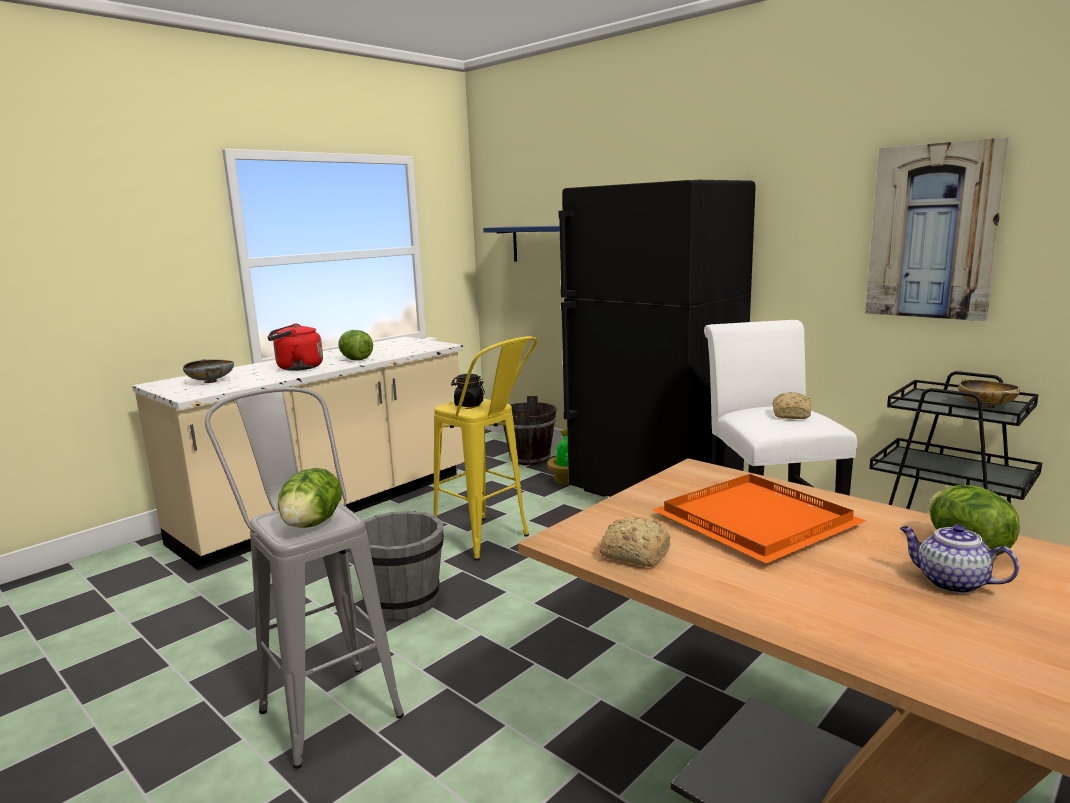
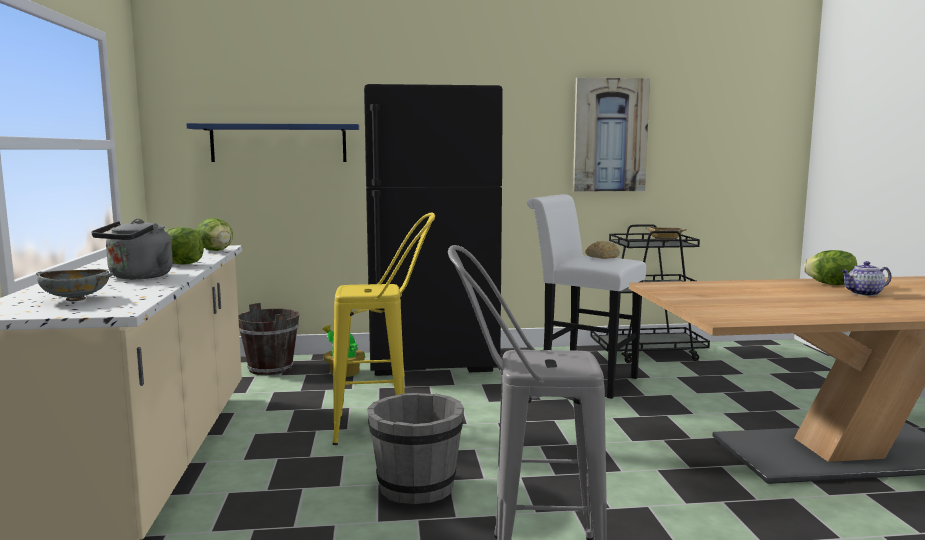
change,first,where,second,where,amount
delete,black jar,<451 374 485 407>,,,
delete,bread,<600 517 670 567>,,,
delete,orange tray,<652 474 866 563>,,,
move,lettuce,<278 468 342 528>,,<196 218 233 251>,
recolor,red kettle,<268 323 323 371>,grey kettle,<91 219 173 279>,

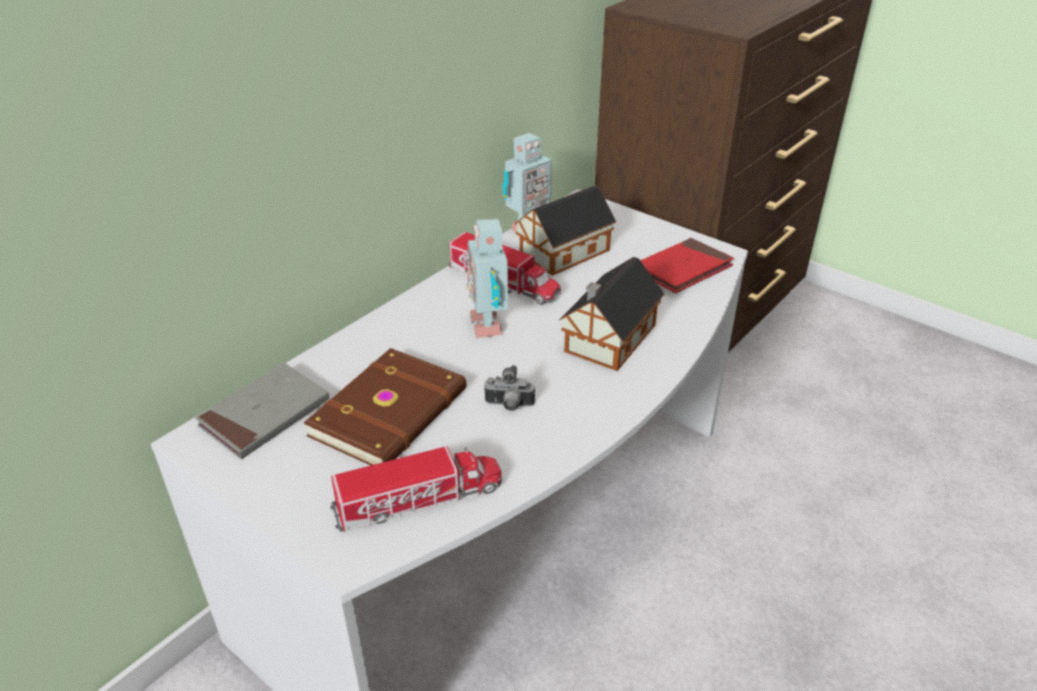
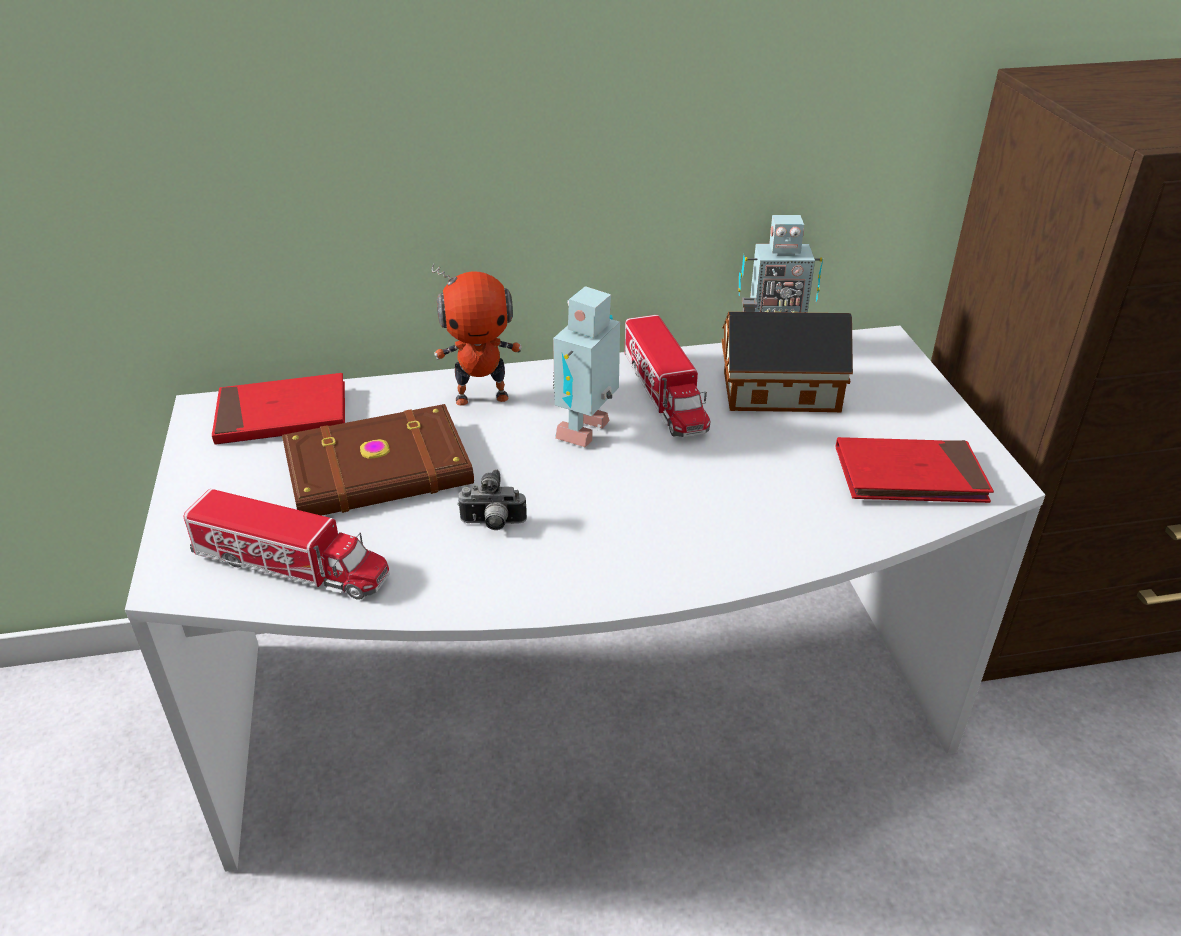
change,first,where,second,where,amount
delete,toy house,<559 257 664 371>,,,
insert,,,toy robot,<432 263 522 406>,
recolor,grey book,<195 363 329 459>,red book,<212 373 345 445>,
rotate,photo camera,<484 365 535 411>,,<457 469 527 530>,45 degrees counterclockwise

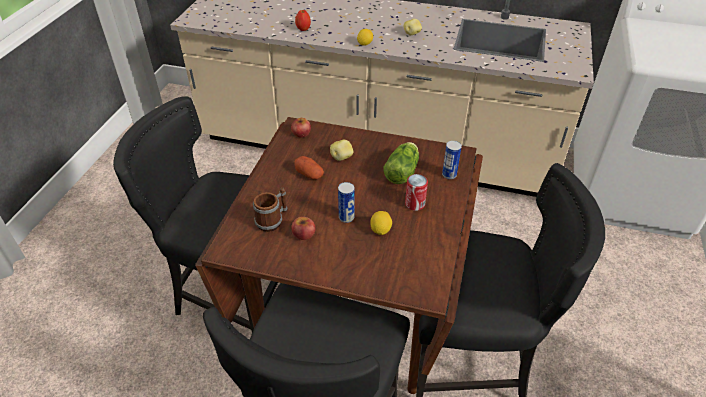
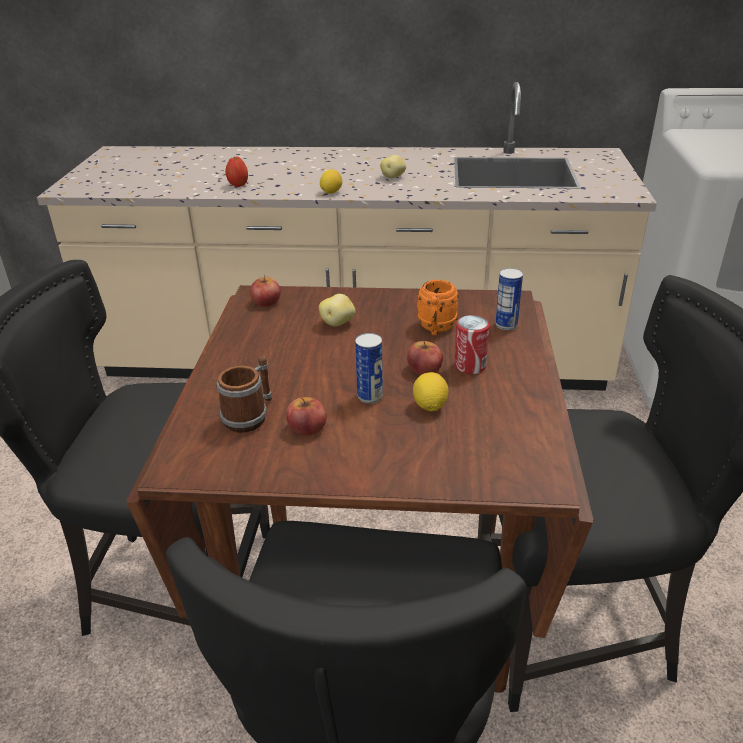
change,first,where,second,where,amount
delete,potato,<295 156 324 179>,,,
insert,,,apple,<407 340 443 375>,
replace,lettuce,<384 142 419 184>,orange mug,<417 280 459 335>,

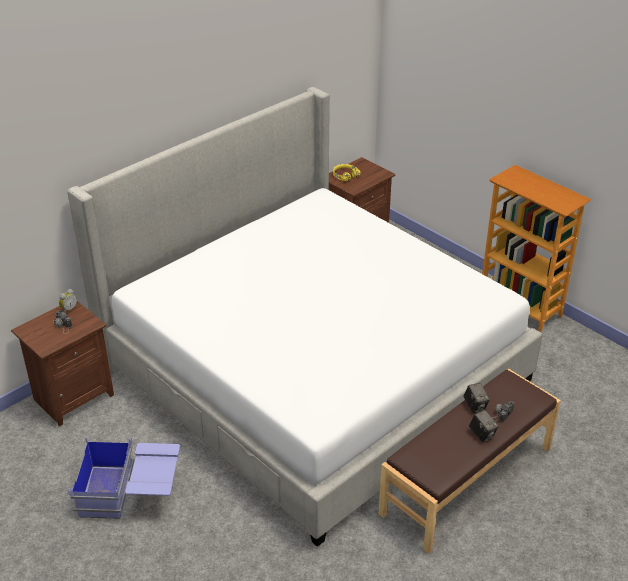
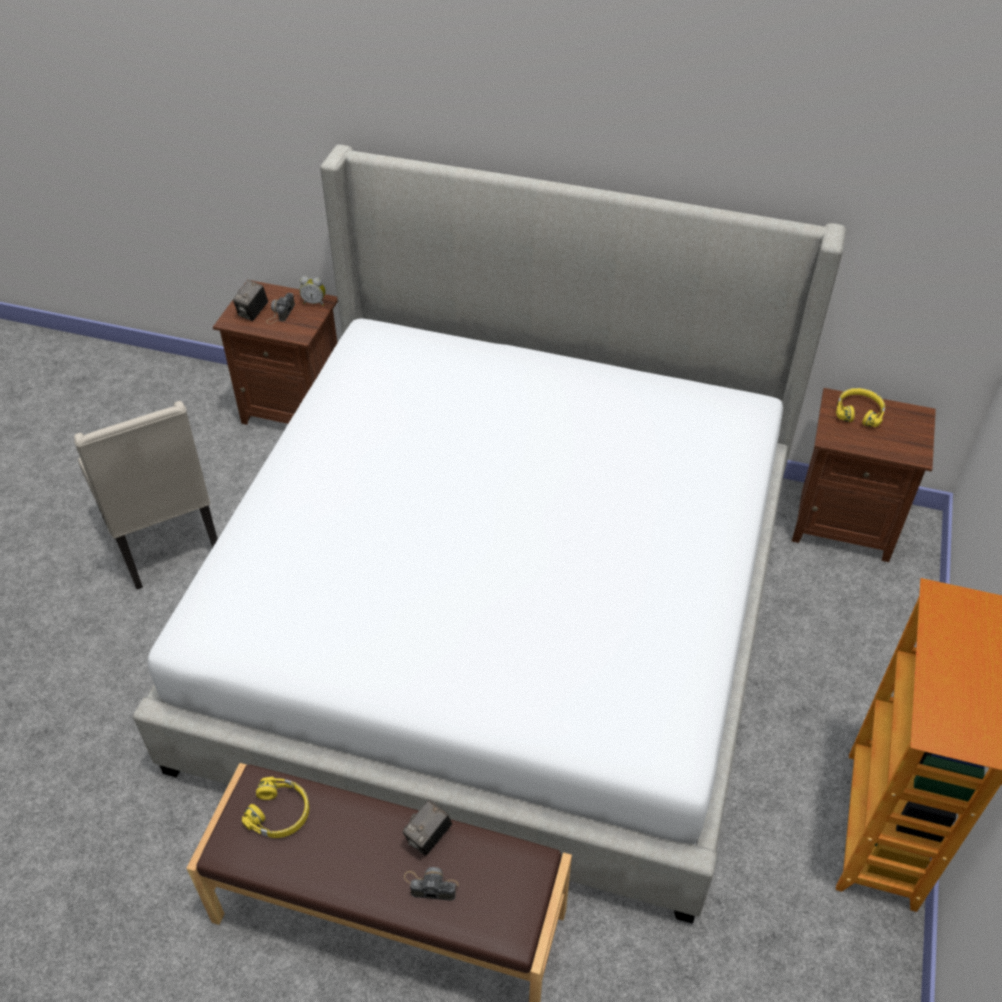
change,first,where,second,where,amount
insert,,,yellow headphones,<242 777 309 838>,
move,photo camera,<469 410 499 442>,,<233 280 268 321>,
replace,blue storage box,<68 436 180 519>,beige chair,<74 401 218 589>,

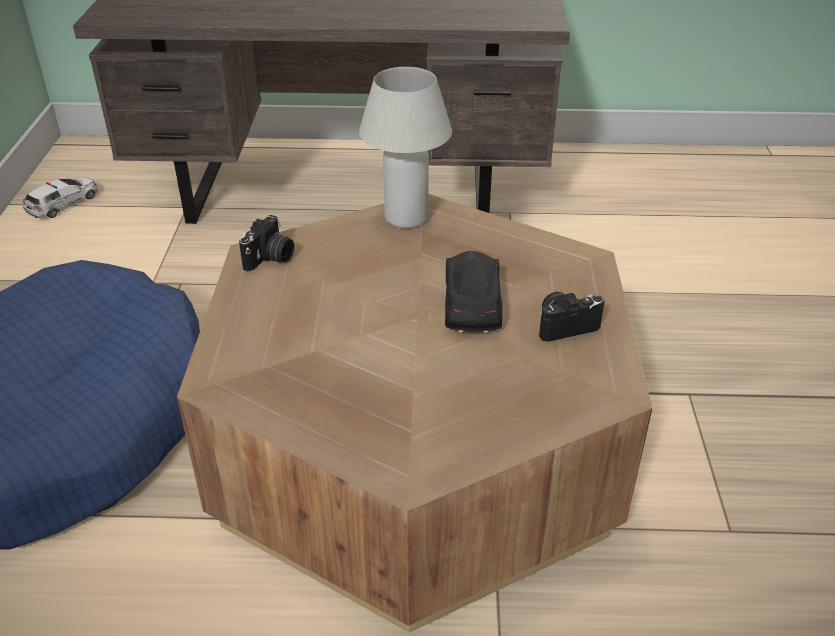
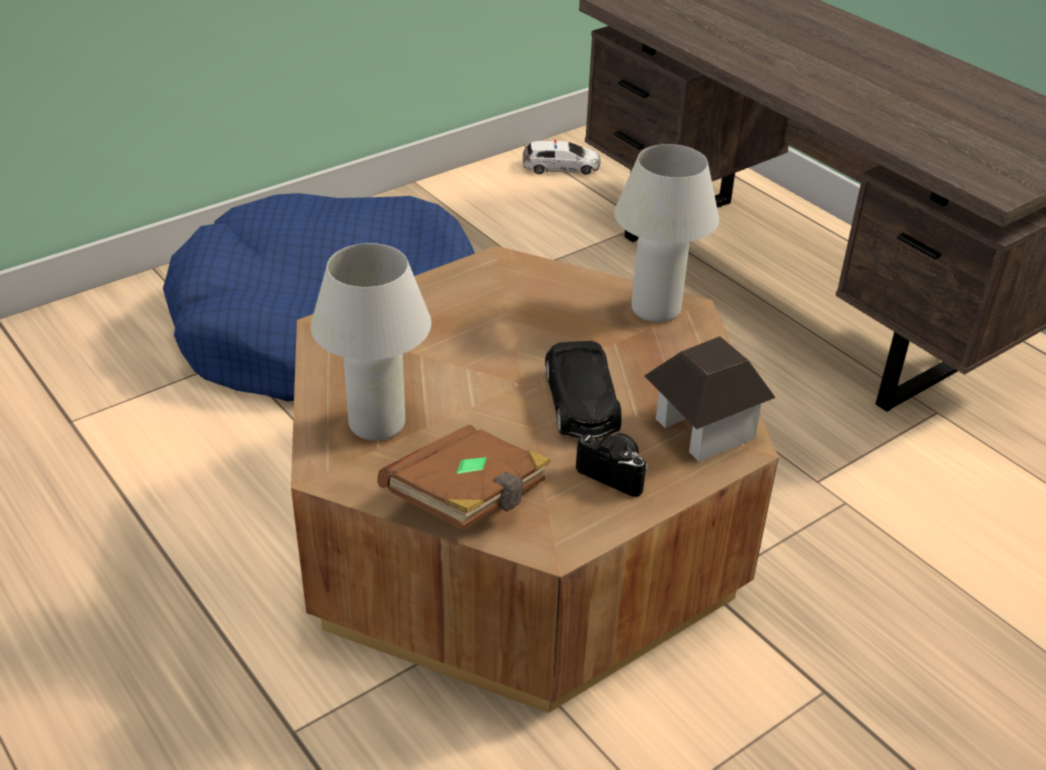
change,first,where,second,where,amount
delete,photo camera,<239 215 294 271>,,,
insert,,,white table lamp,<311 243 431 441>,
insert,,,brown book,<377 424 551 531>,
insert,,,toy house,<644 336 776 462>,
rotate,black toy car,<445 251 502 333>,,<545 341 621 438>,120 degrees clockwise

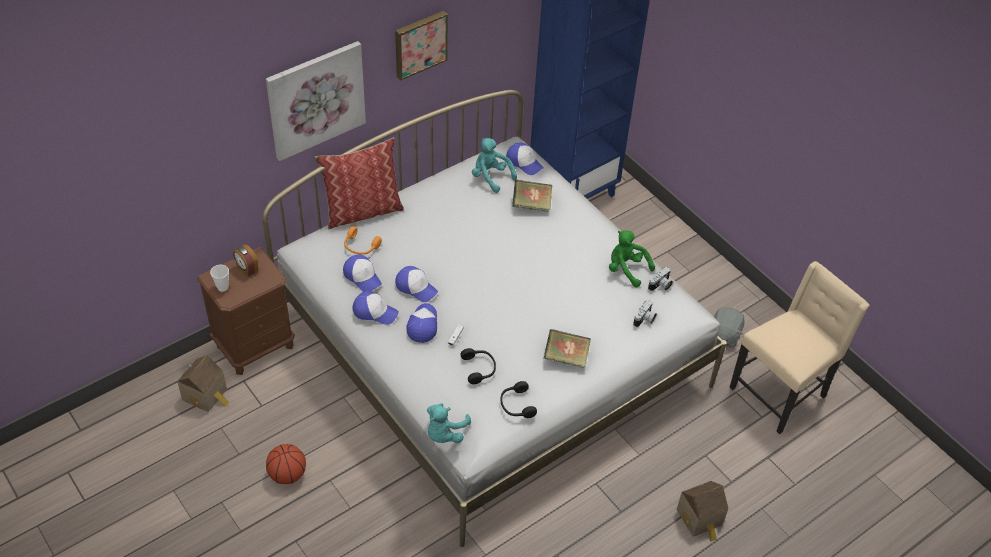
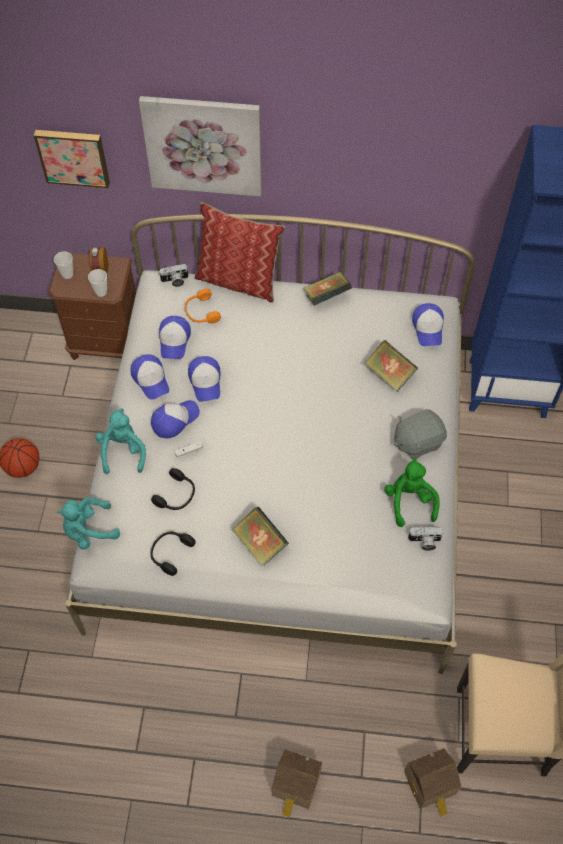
change,first,where,second,where,amount
insert,,,cup,<88 269 107 297>,
insert,,,book,<304 272 352 306>,
move,toy house,<177 355 229 412>,,<404 748 462 817>,
move,picture,<395 11 448 81>,,<34 130 110 188>,
move,turquoise plush toy,<472 138 517 193>,,<95 408 146 474>,
move,photo camera,<633 300 657 327>,,<159 264 189 287>,
move,grey plush toy,<714 307 745 347>,,<394 409 447 459>,

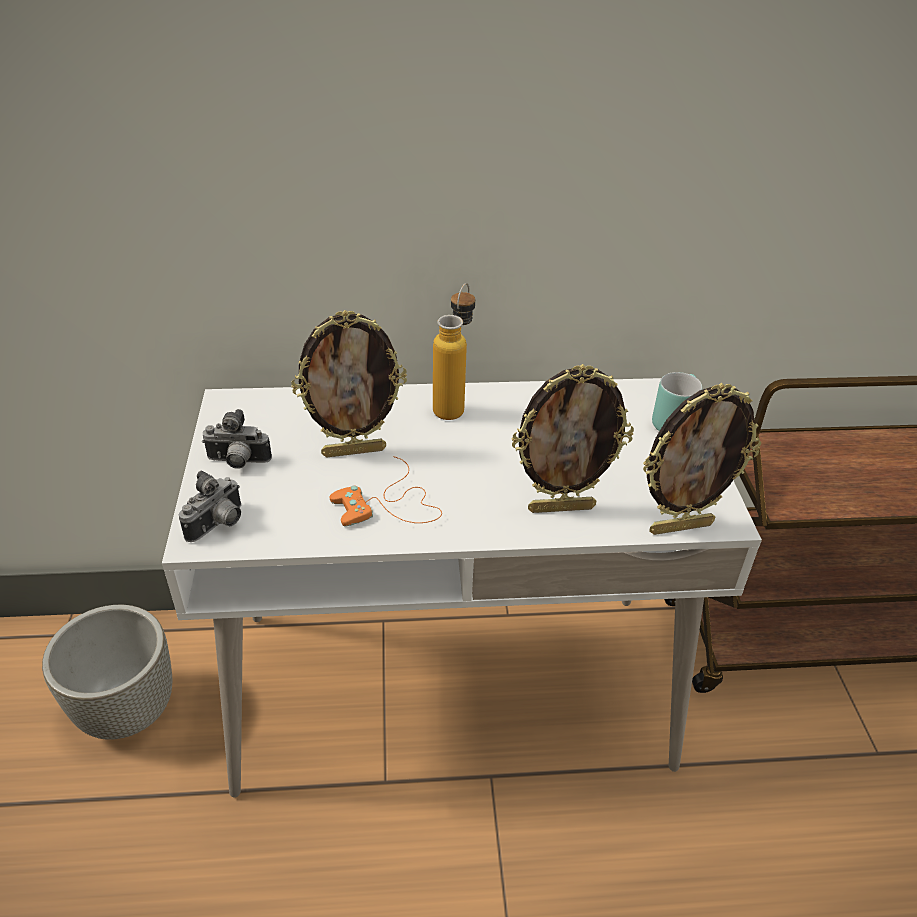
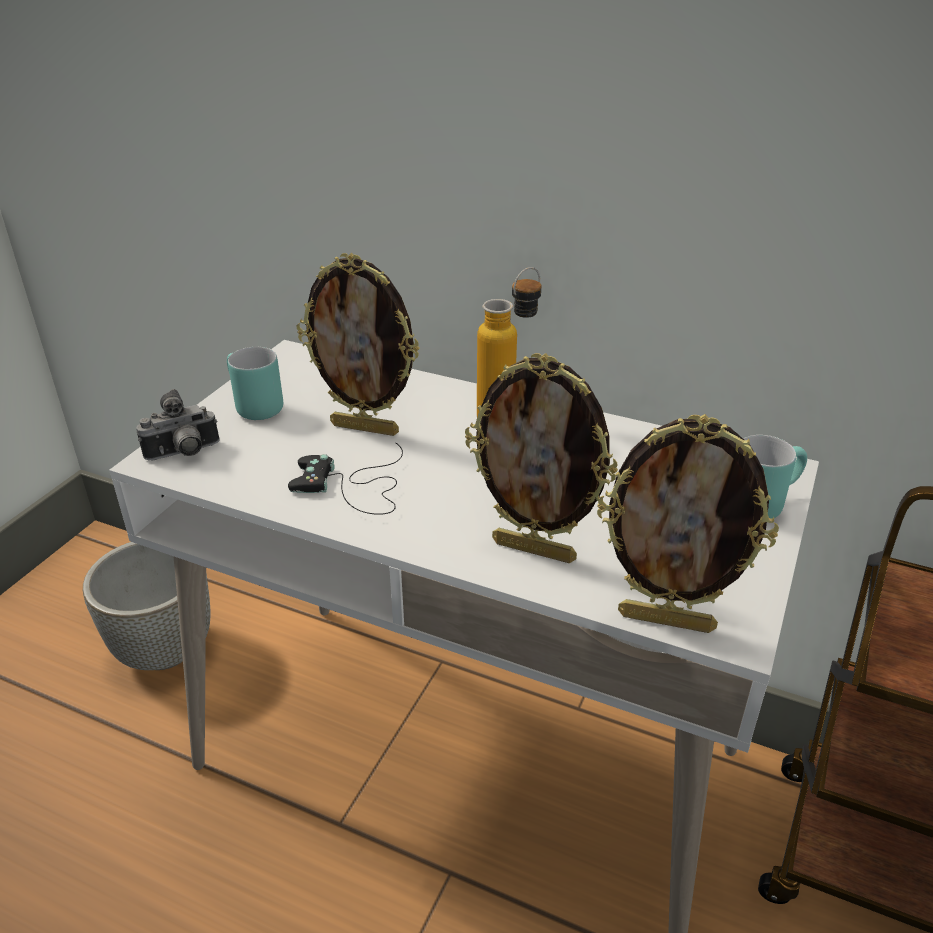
change,first,where,second,where,amount
replace,photo camera,<202 409 272 469>,turquoise mug,<227 347 283 420>,
recolor,orange game controller,<329 457 442 526>,black game controller,<288 443 403 515>,

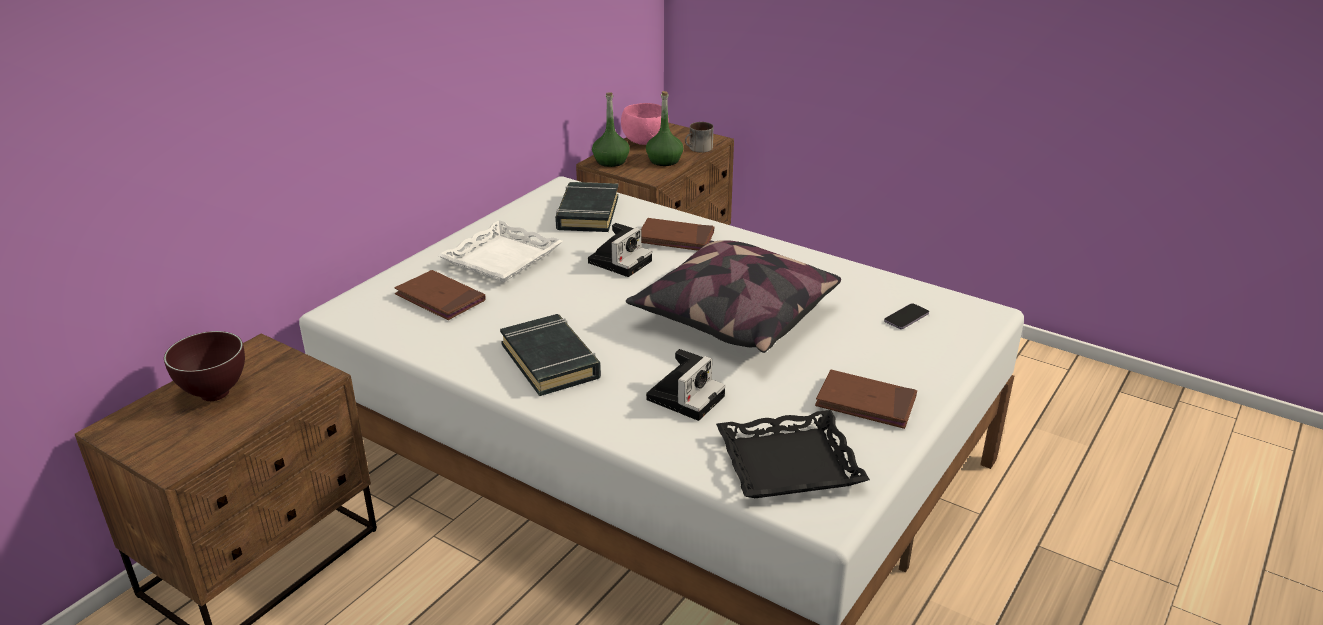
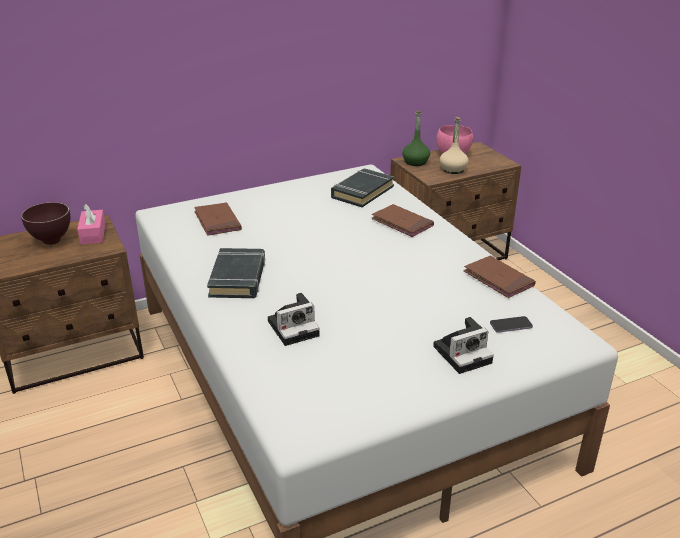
change,first,where,second,where,amount
delete,white tray,<438 220 563 282>,,,
delete,pillow,<626 240 841 353>,,,
delete,mug,<685 122 713 152>,,,
delete,black tray,<716 410 870 498>,,,
insert,,,pink tissue box,<77 204 106 245>,
move,photo camera,<588 223 652 277>,,<433 317 494 374>,
move,brown book,<815 370 917 429>,,<464 256 536 298>,
recolor,green bottle,<646 91 683 166>,beige bottle,<440 117 469 174>,

